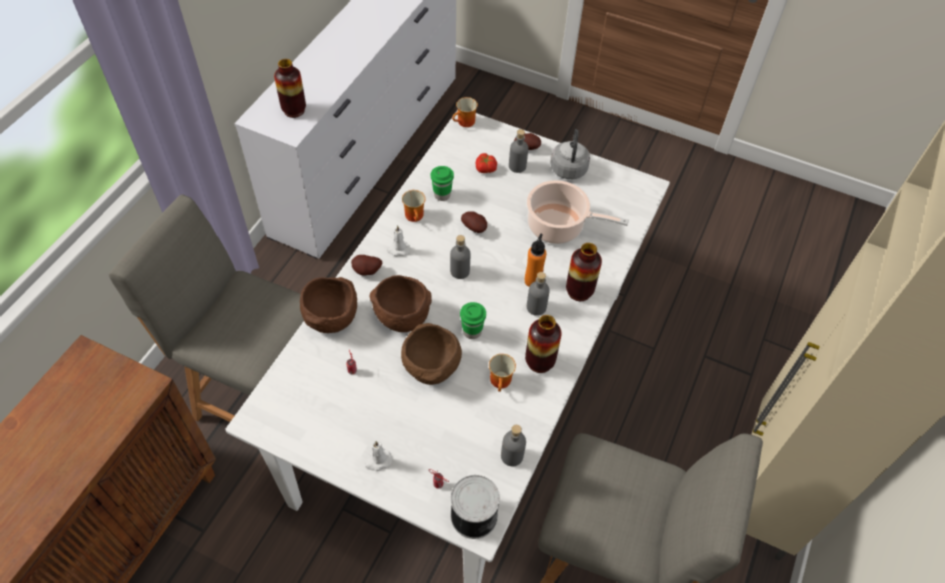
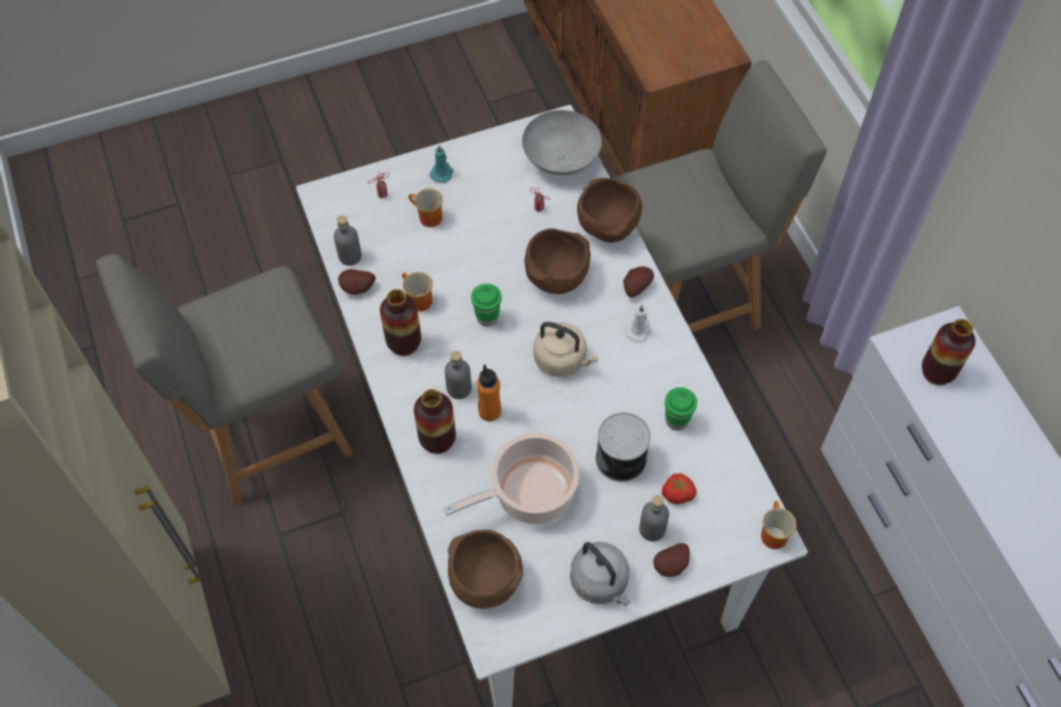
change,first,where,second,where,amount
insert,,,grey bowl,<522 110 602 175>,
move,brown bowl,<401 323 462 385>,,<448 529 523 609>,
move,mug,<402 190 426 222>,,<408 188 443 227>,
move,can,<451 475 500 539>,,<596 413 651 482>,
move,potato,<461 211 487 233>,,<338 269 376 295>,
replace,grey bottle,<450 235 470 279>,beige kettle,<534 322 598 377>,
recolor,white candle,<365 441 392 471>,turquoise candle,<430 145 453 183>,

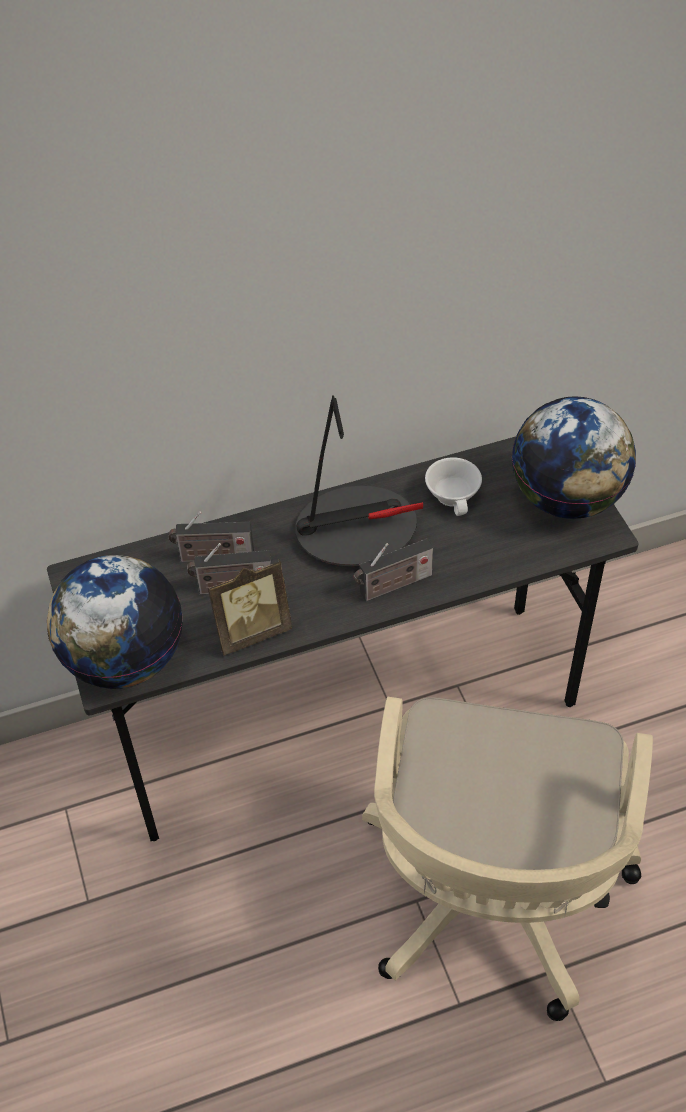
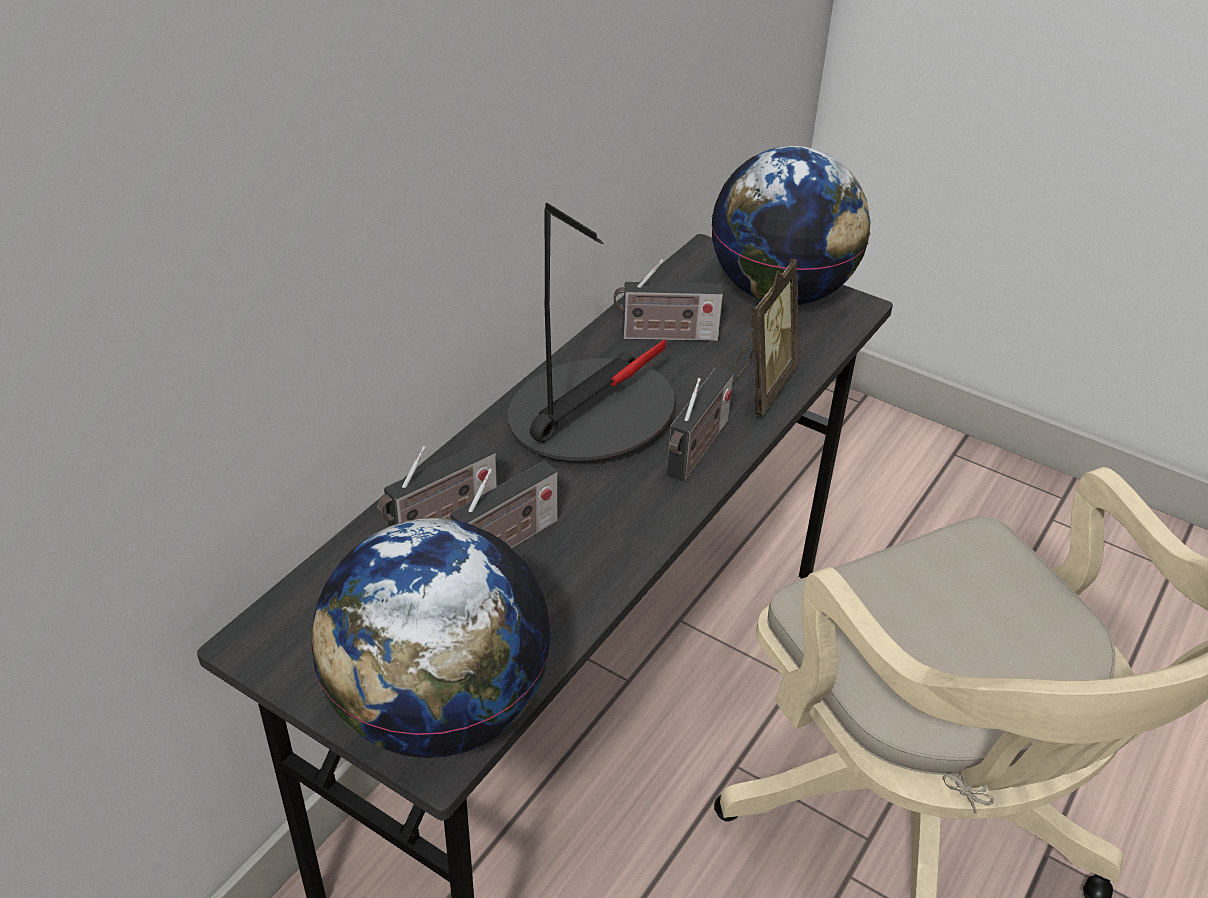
change,first,where,second,where,amount
move,picture frame,<207 560 292 655>,,<732 258 799 416>,
replace,white cup,<425 457 482 516>,radio,<614 259 724 341>,

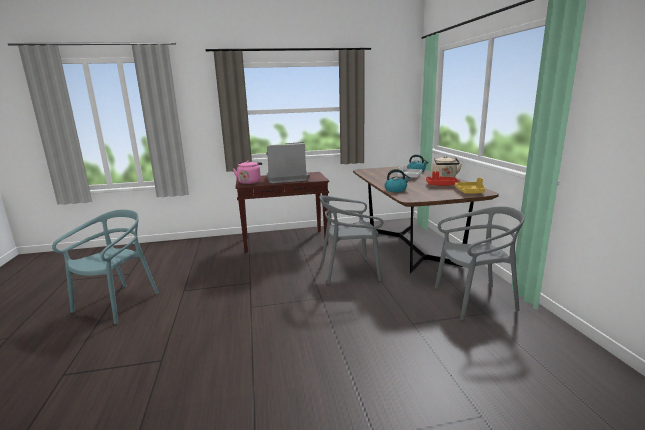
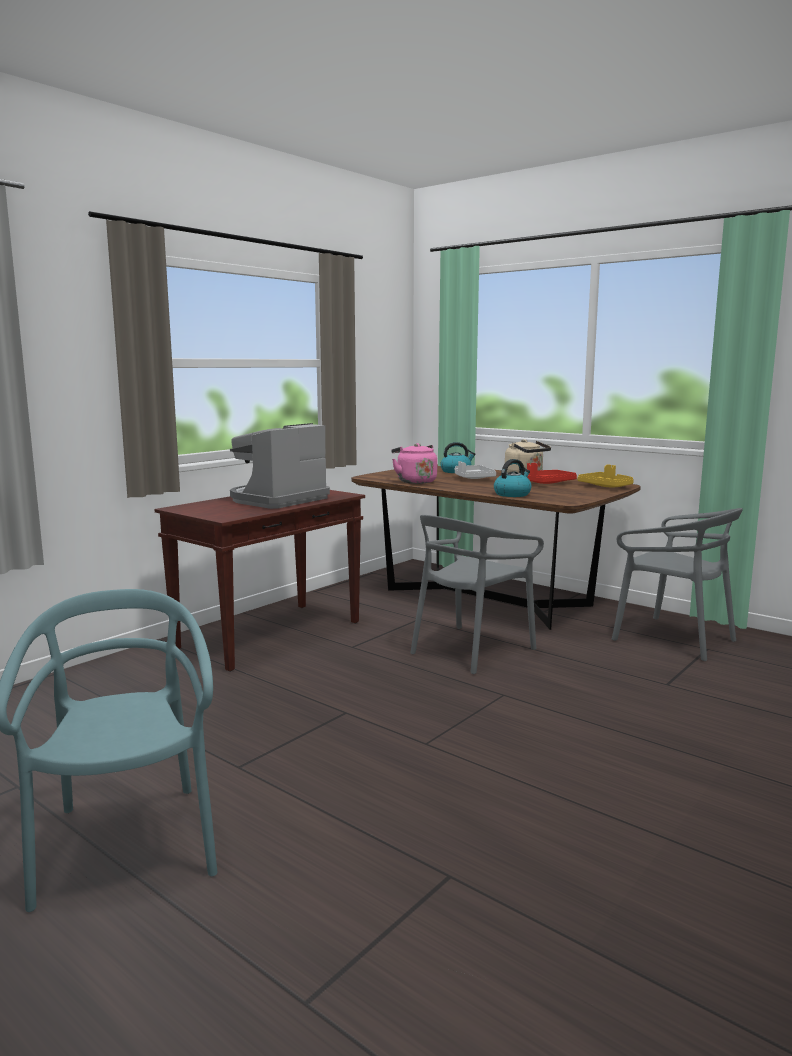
change,first,where,second,where,amount
move,pink kettle,<233 161 262 184>,,<391 443 437 484>,
rotate,grey chair,<435 206 525 320>,,<612 508 743 661>,90 degrees clockwise

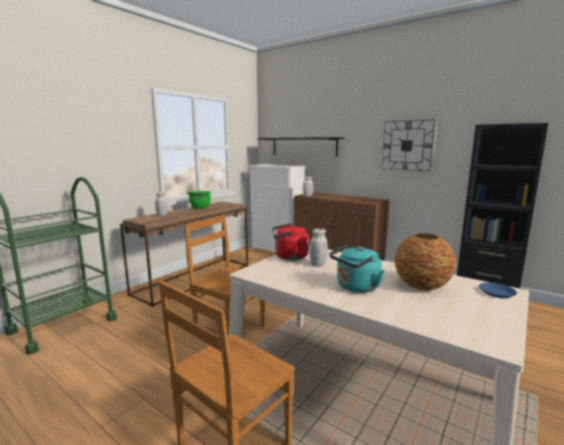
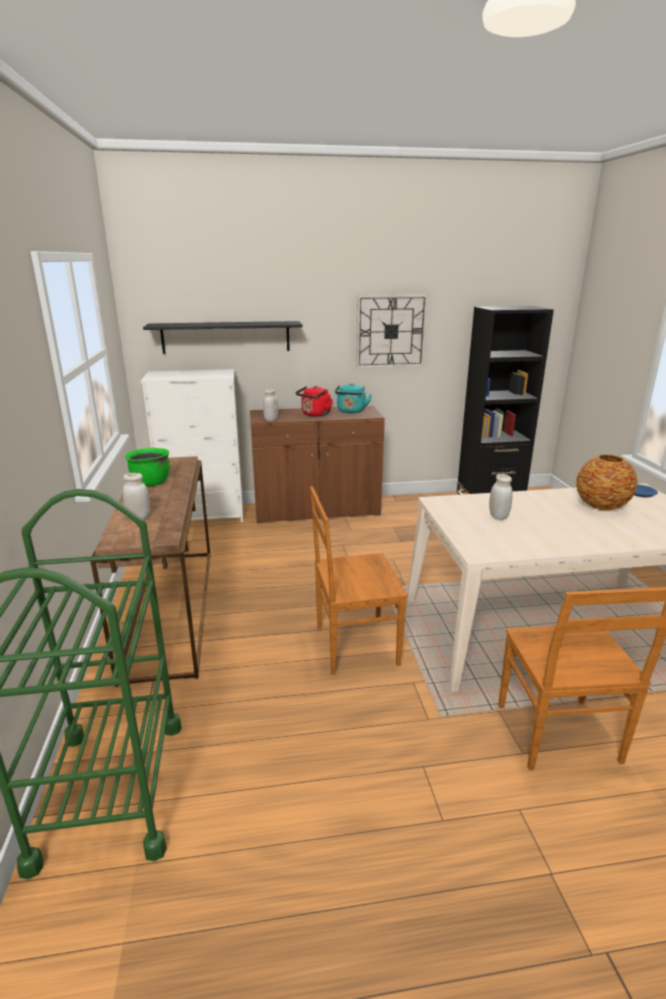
change,first,where,second,where,amount
move,red kettle,<272 223 309 260>,,<296 386 333 417>,
move,turquoise kettle,<329 245 384 293>,,<335 383 372 413>,

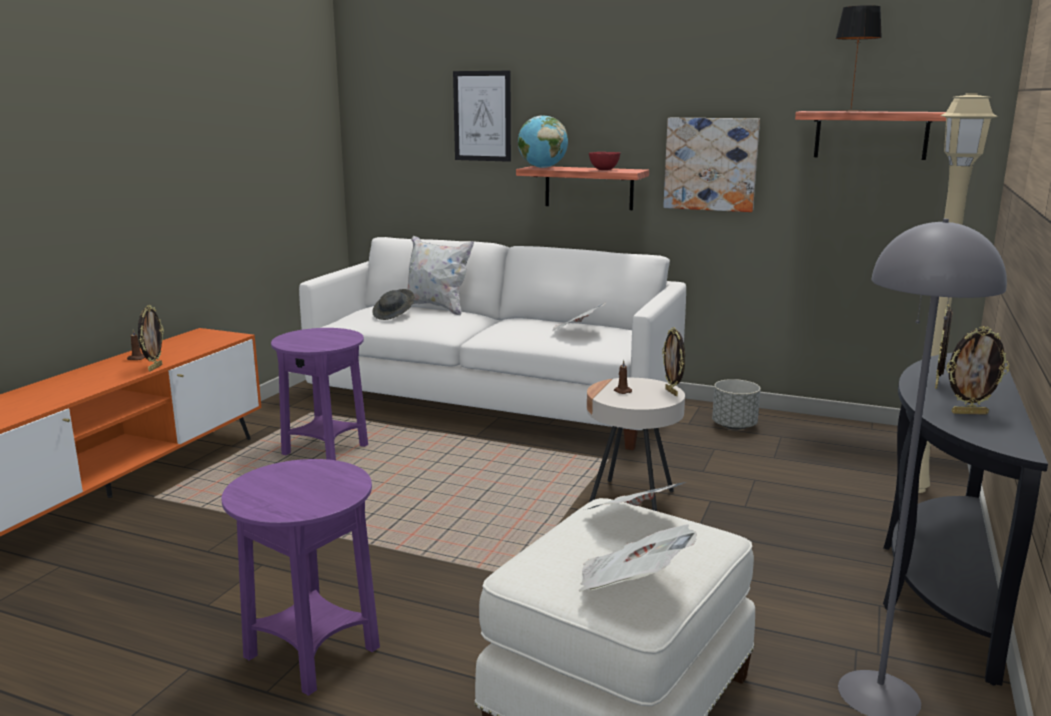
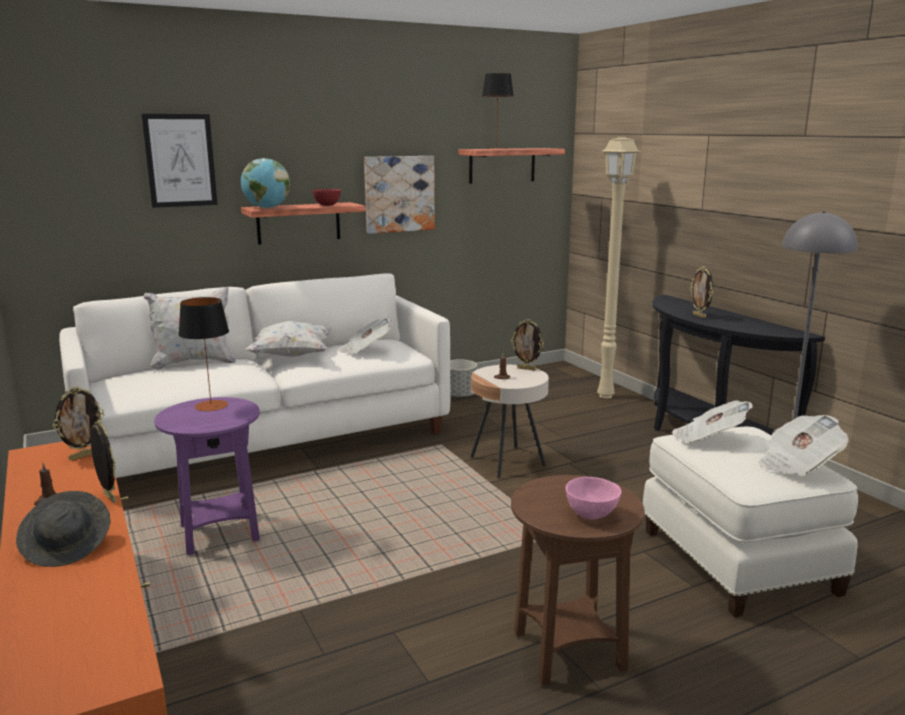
change,first,where,second,where,amount
insert,,,table lamp,<178 297 229 411>,
insert,,,white pillow,<246 321 332 357>,
insert,,,pink bowl,<566 477 621 520>,
move,grey hat,<373 289 415 320>,,<16 491 110 567>,
move,picture frame,<946 326 1010 415>,,<53 386 105 461>,
recolor,purple side table,<221 459 380 696>,brown side table,<511 475 645 686>,

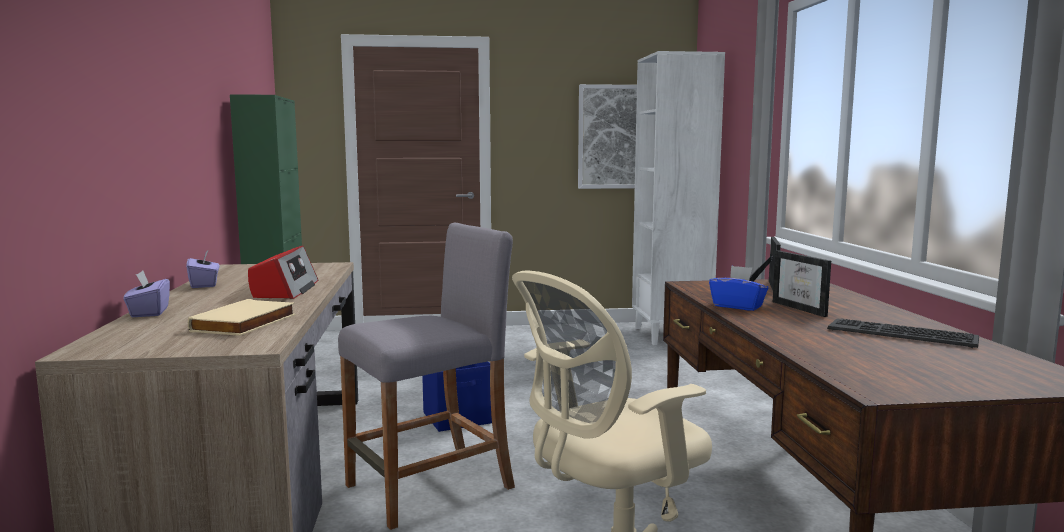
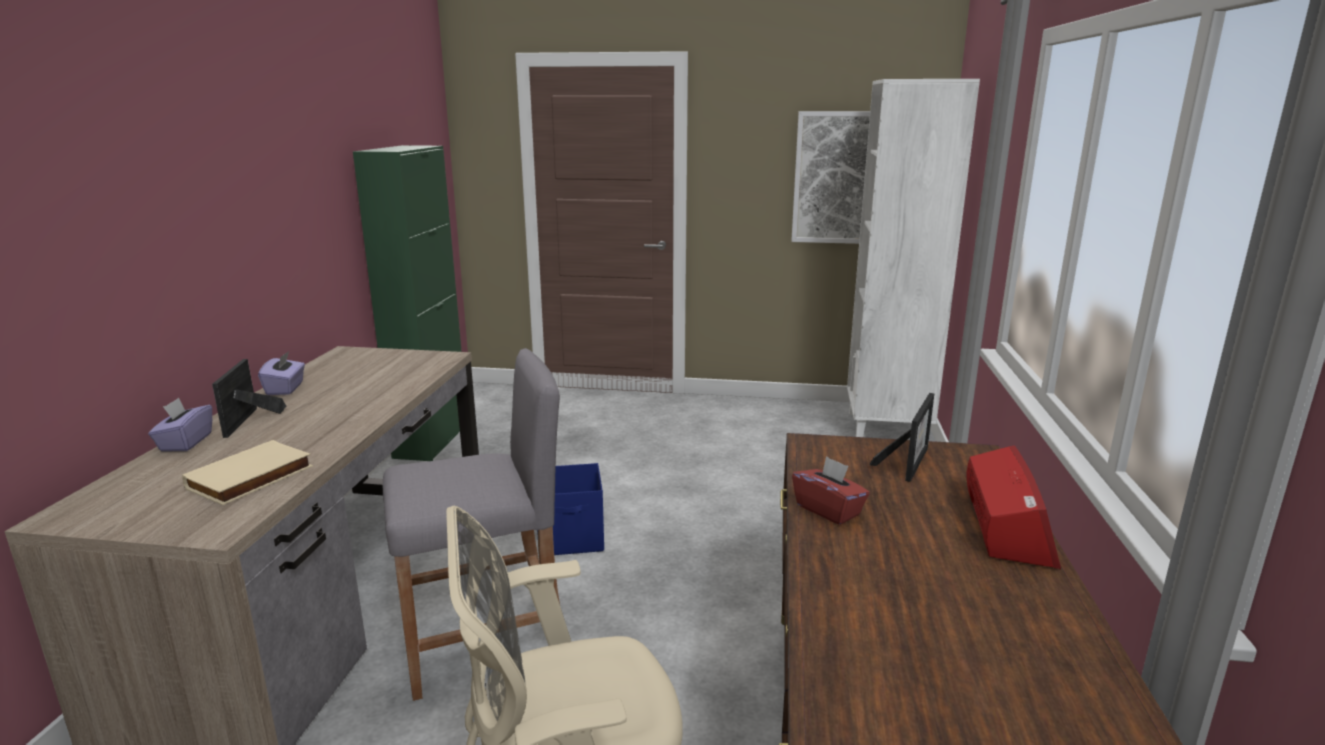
change,first,where,second,where,amount
delete,keyboard,<827 318 979 348>,,,
move,radio,<248 246 318 299>,,<966 446 1061 569>,
move,picture frame,<773 250 831 317>,,<212 359 286 438>,
recolor,blue tissue box,<709 265 768 311>,red tissue box,<792 456 870 525>,

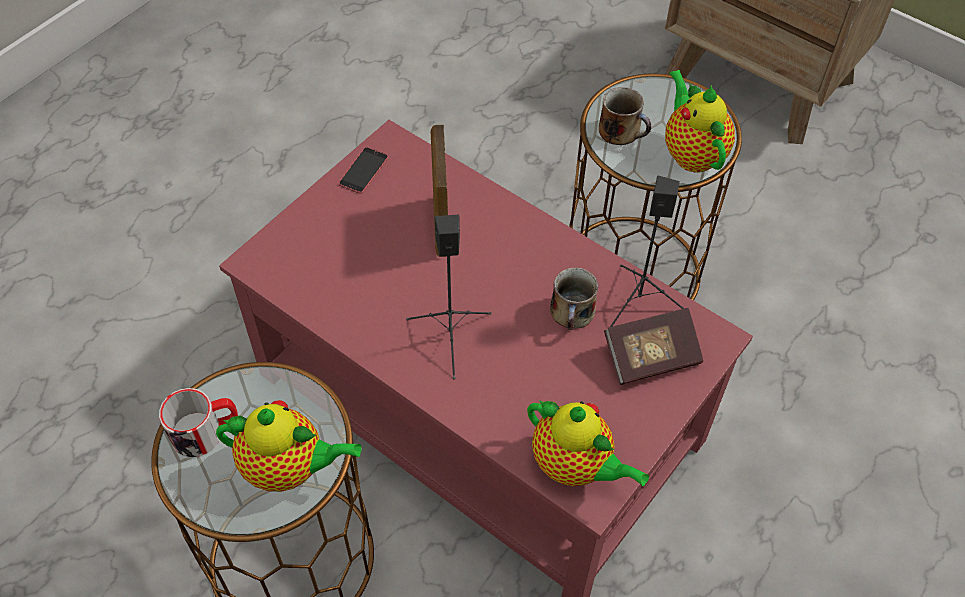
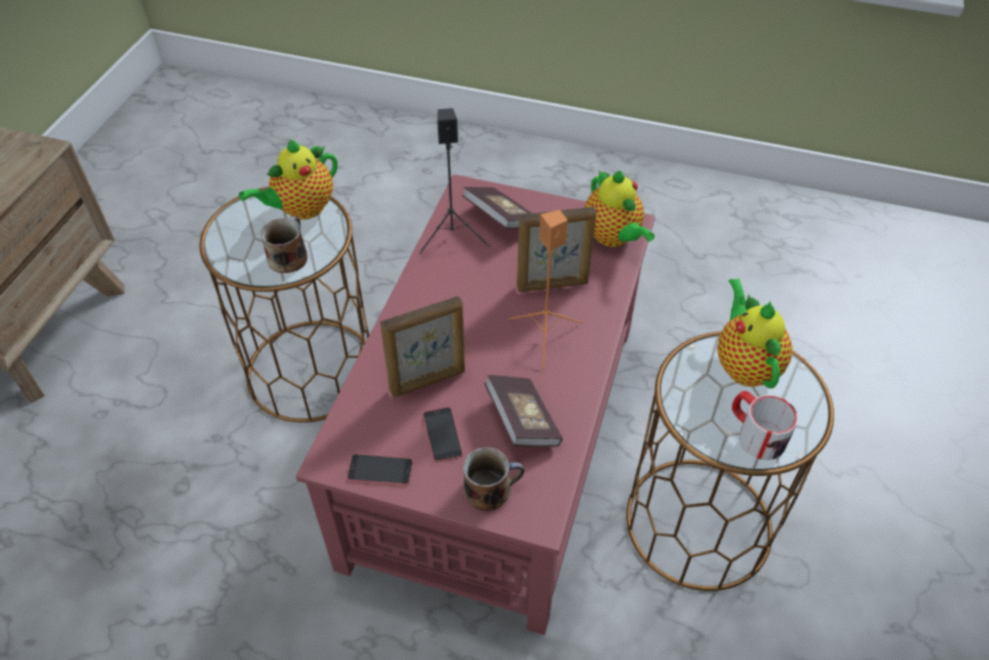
change,first,where,second,where,amount
insert,,,phone,<423 407 463 462>,
insert,,,book,<484 375 563 447>,
insert,,,picture frame,<517 206 597 292>,
move,mug,<550 267 599 330>,,<463 447 525 511>,
recolor,black speaker,<406 215 491 380>,orange speaker,<507 210 584 373>,
rotate,teapot,<527 400 649 486>,,<585 171 655 247>,135 degrees clockwise

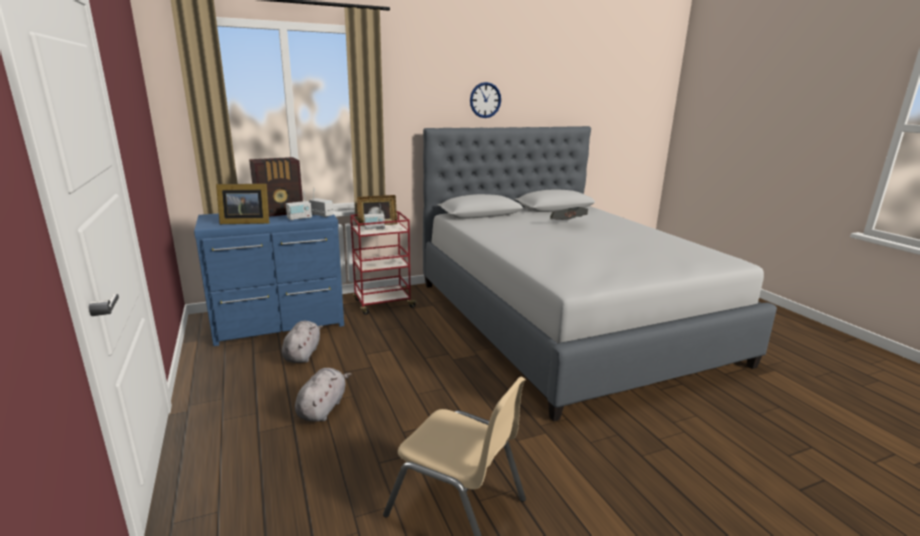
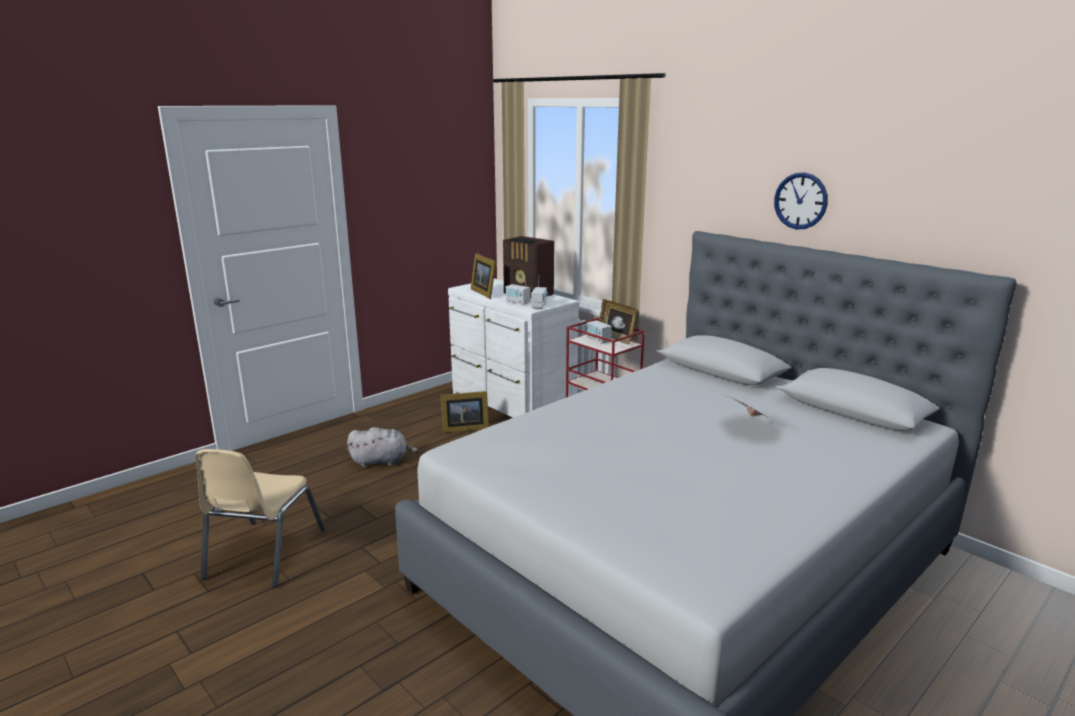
change,first,where,second,where,amount
replace,grey plush toy,<282 321 323 363>,picture frame,<441 391 489 433>,
recolor,blue dresser,<194 213 344 346>,white dresser,<448 279 580 418>,

